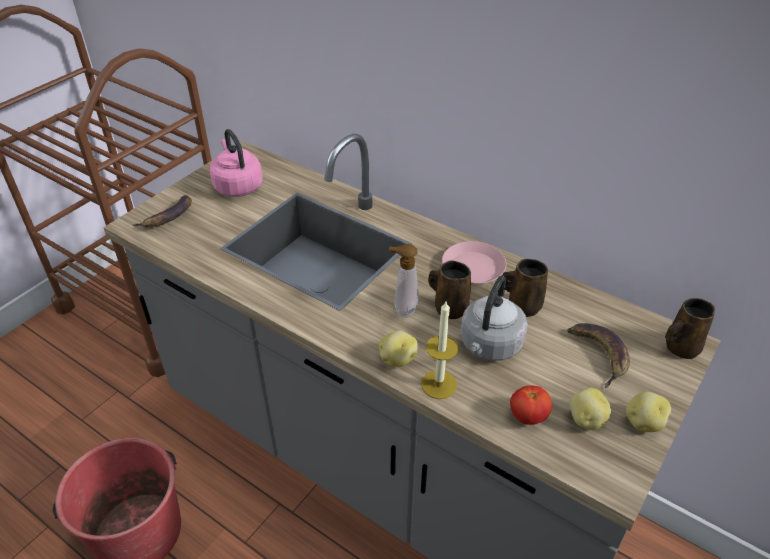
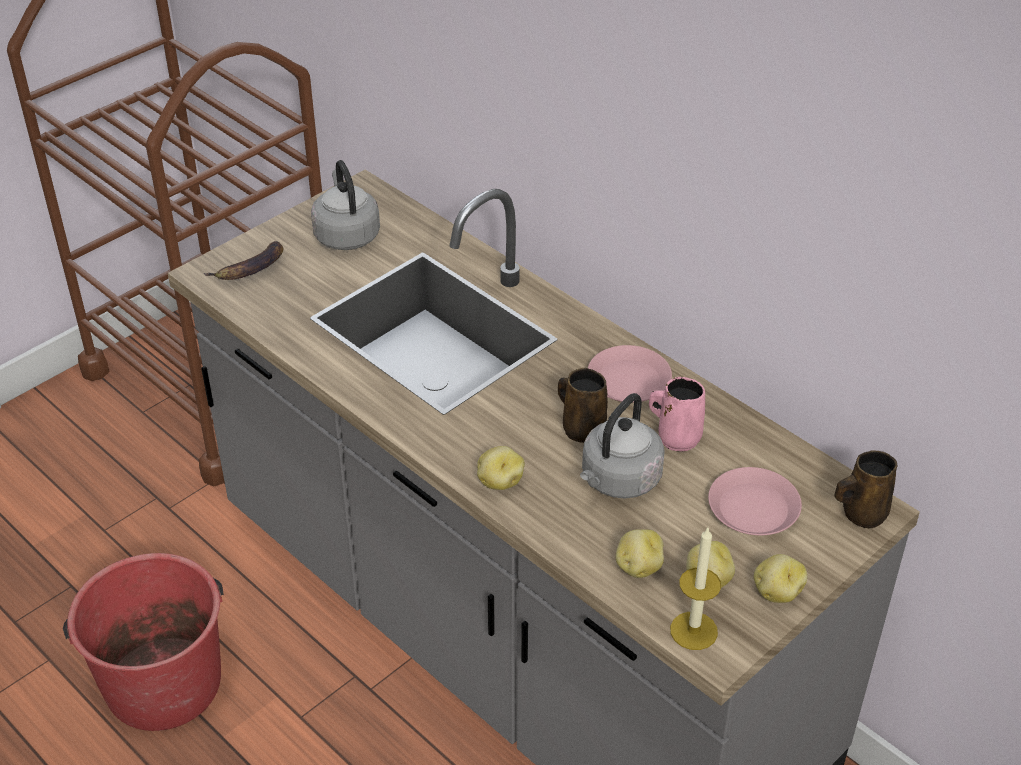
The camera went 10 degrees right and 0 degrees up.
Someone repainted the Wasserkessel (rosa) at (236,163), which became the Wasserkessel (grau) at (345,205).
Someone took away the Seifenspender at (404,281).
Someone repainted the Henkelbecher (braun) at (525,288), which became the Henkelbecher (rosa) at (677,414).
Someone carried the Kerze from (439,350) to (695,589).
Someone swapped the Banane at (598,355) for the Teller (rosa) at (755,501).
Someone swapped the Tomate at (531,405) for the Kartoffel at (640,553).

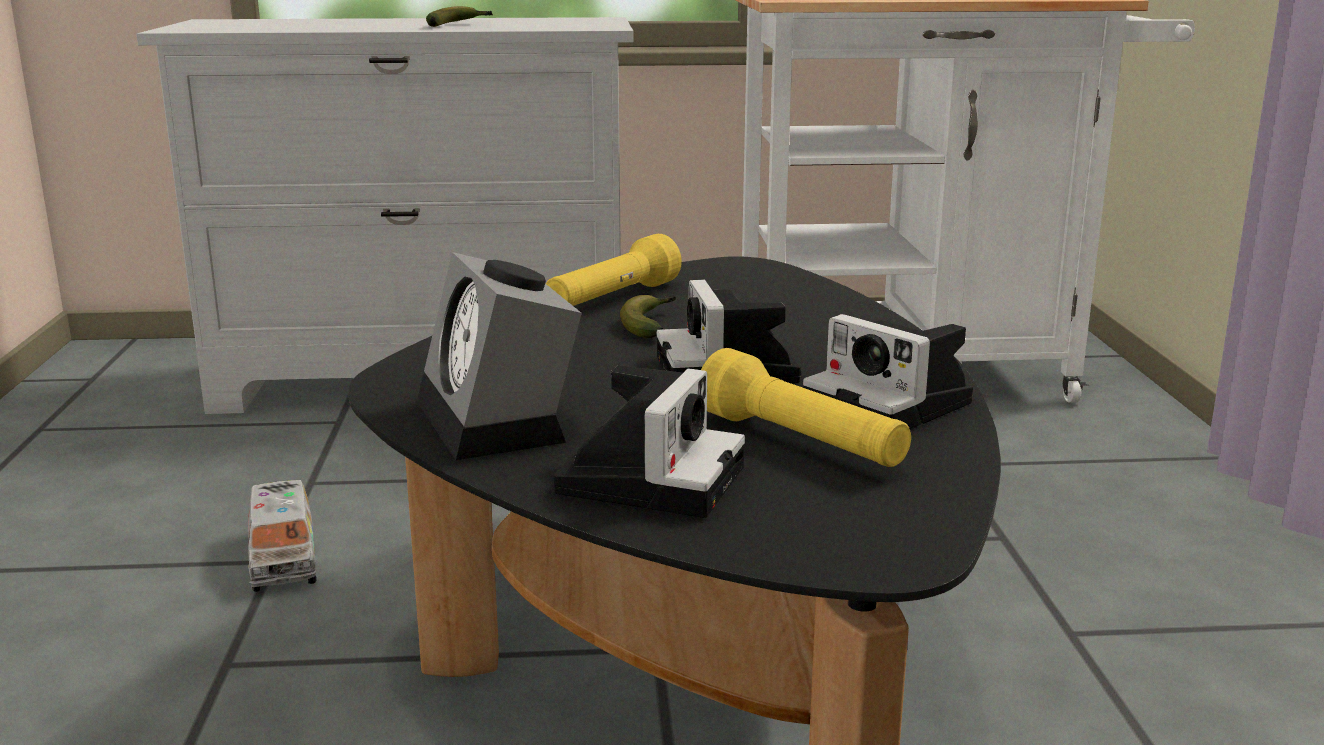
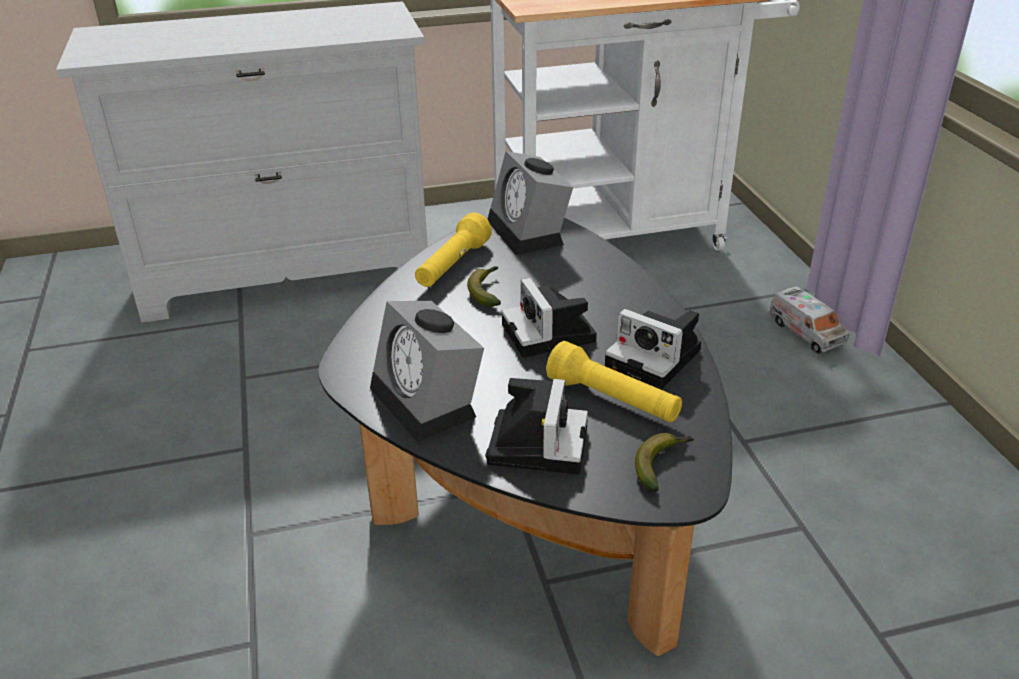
The camera went 10 degrees left and 15 degrees up.
Someone carried the Banane from (459,16) to (664,462).
Someone carried the Spielzeuglaster from (282,536) to (809,320).
Someone put down the Wecker at (530,203).

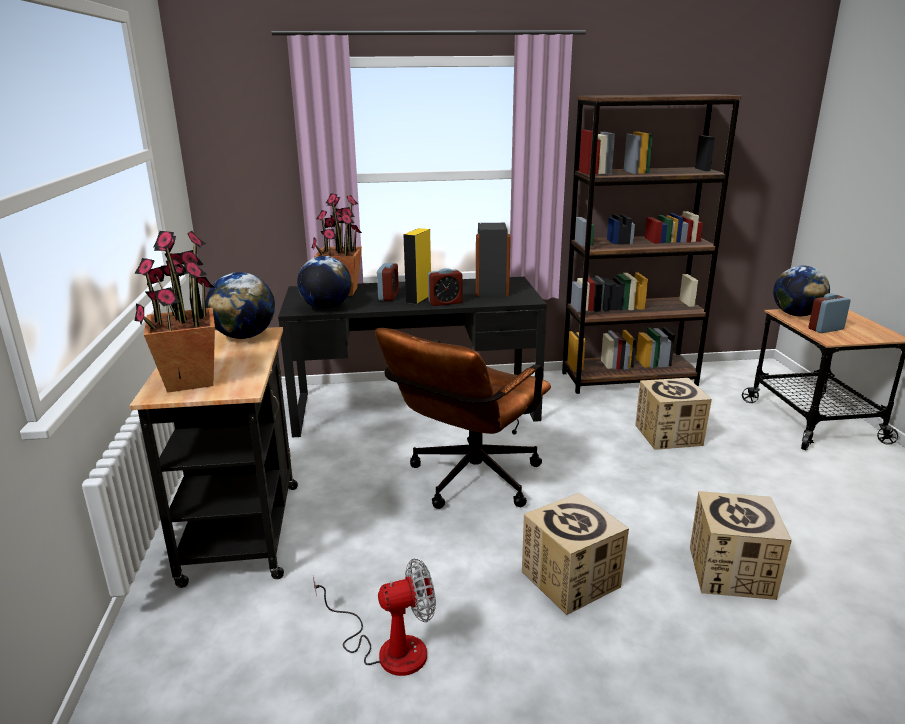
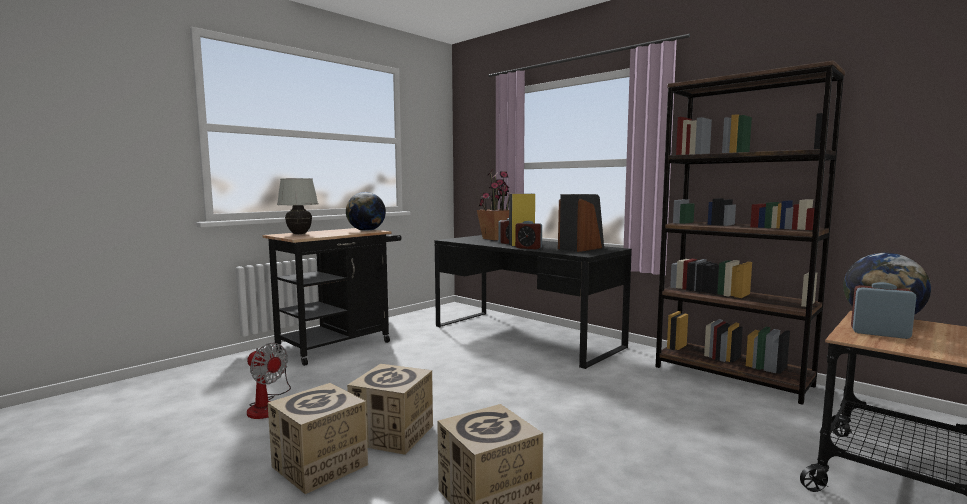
The camera went 50 degrees right and 15 degrees down.
Someone swapped the Topfpflanze at (174,312) for the Tischlampe (weiß) at (297,206).
Someone took away the Globus at (324,282).
Someone took away the Bürostuhl (braun) at (463,418).
Someone carried the Karton from (673,414) to (318,438).

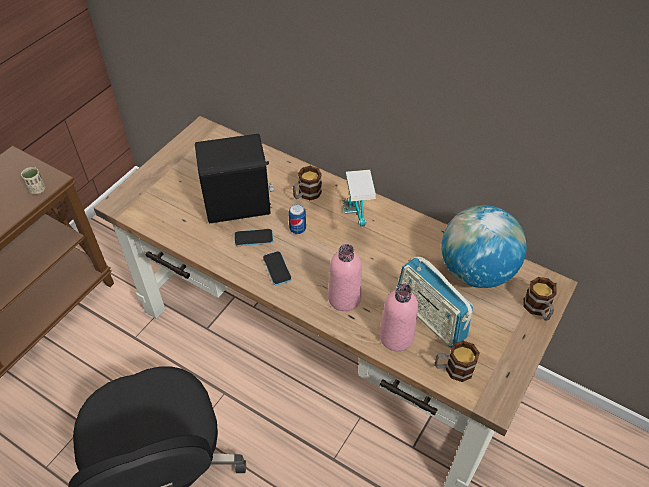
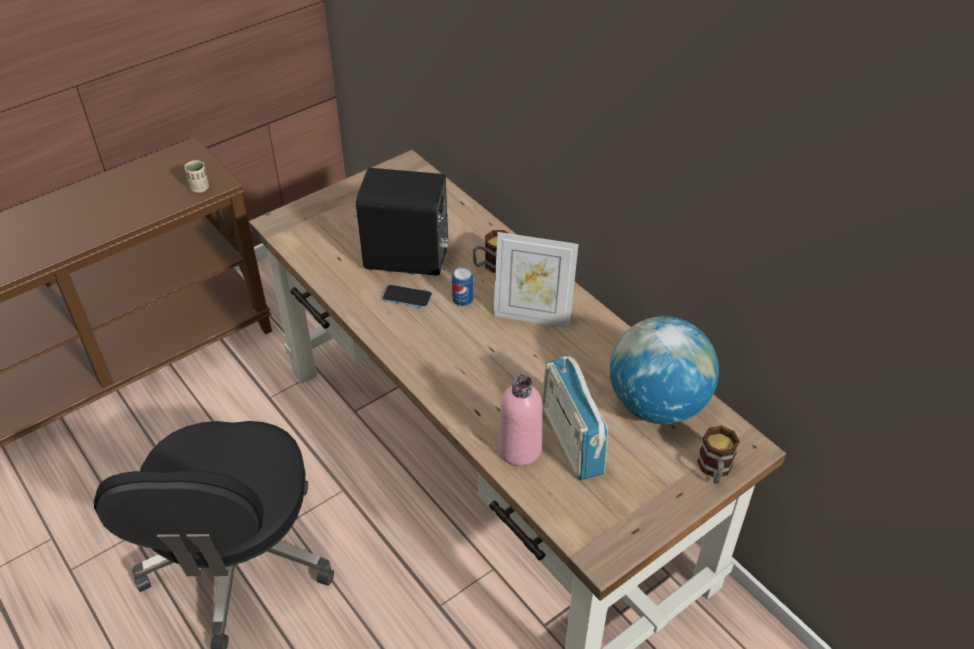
The camera went 20 degrees right and 5 degrees down.
Someone swapped the Tischlampe at (359,198) for the Bilderrahmen at (536,280).
Someone took away the Flasche (rosa) at (345,277).
Someone took away the Handy at (277,268).
Someone took away the Henkelbecher at (457,361).

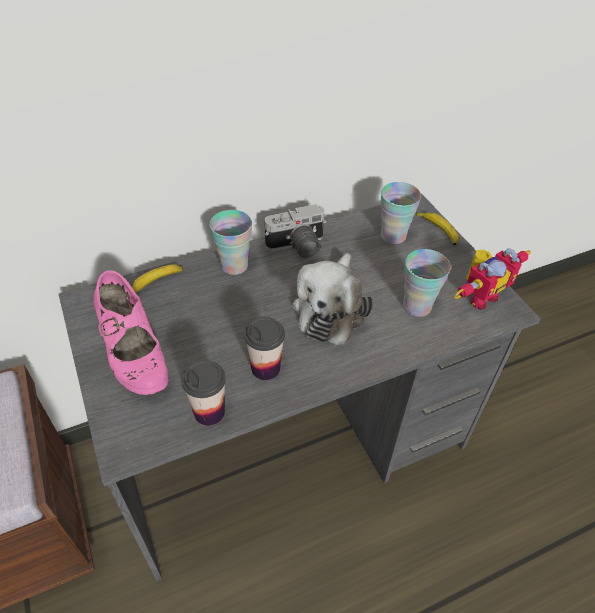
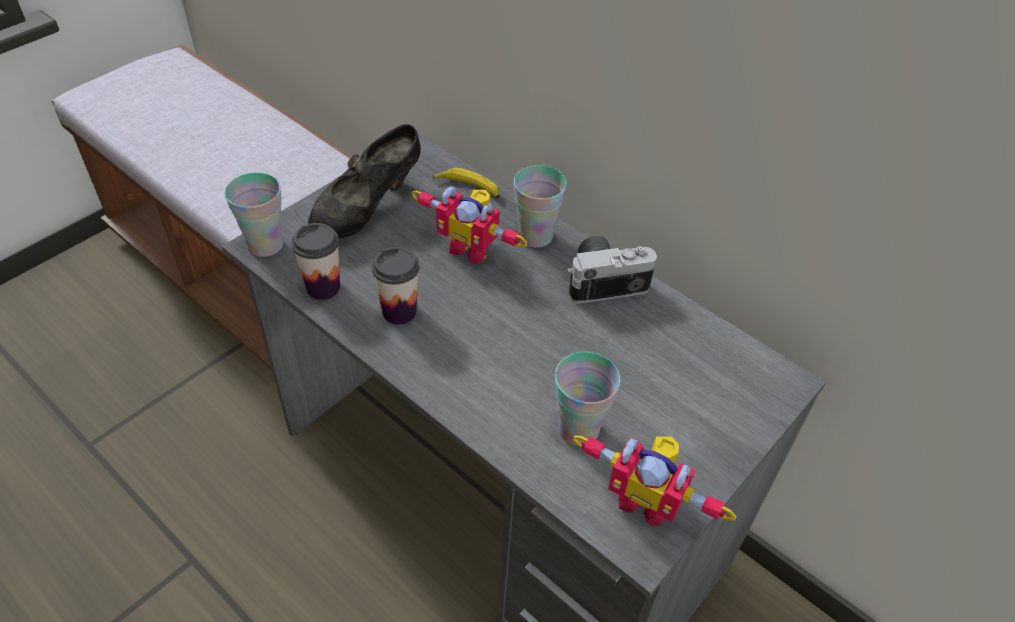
The camera went 65 degrees right and 0 degrees up.
Someone carried the Tasse from (401,213) to (254,214).
Someone rotated the Kamera at (296,231) by 120 degrees clockwise.
Someone took away the Banane at (437,229).
Someone took away the Plüschtier at (333,299).
Someone repainted the Schuh (rosa) at (131,332), which became the Schuh (schwarz) at (364,181).
Someone put down the Spielzeugroboter at (469,225).

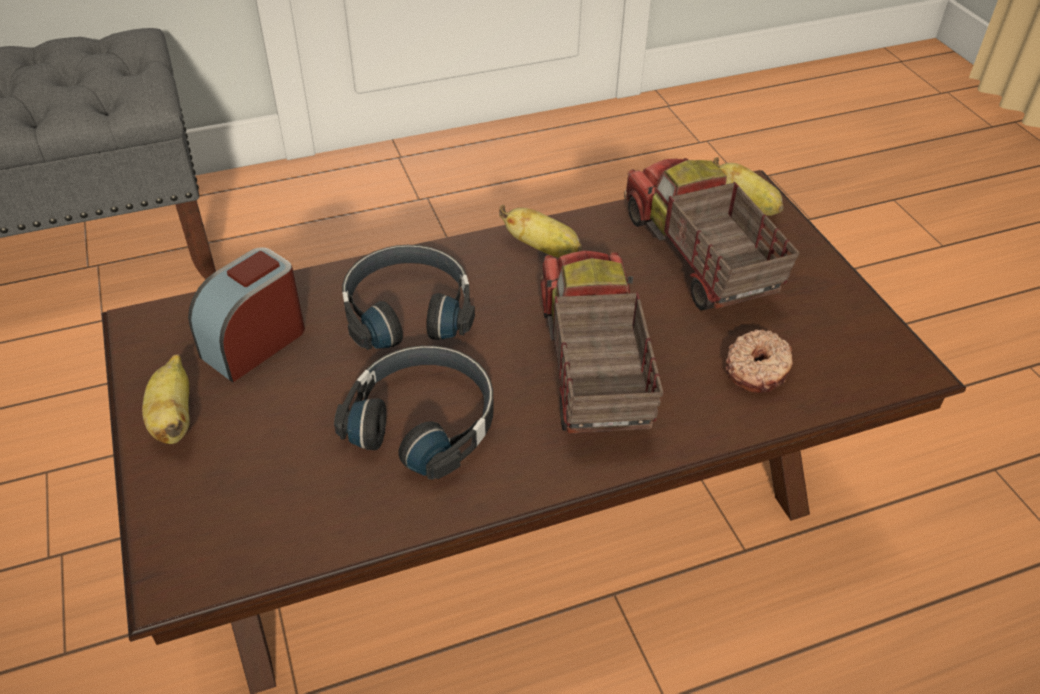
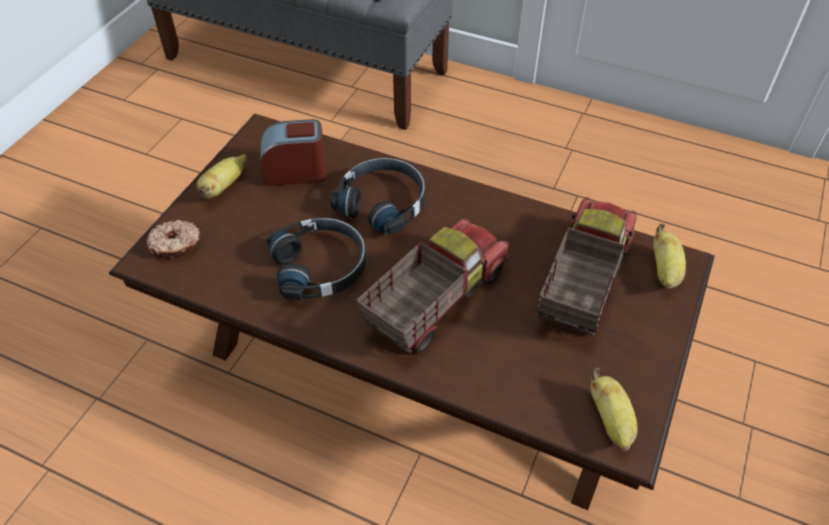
The camera went 45 degrees right and 5 degrees up.
Someone carried the Banane from (540,231) to (614,409).
Someone carried the Donut from (759,361) to (173,239).

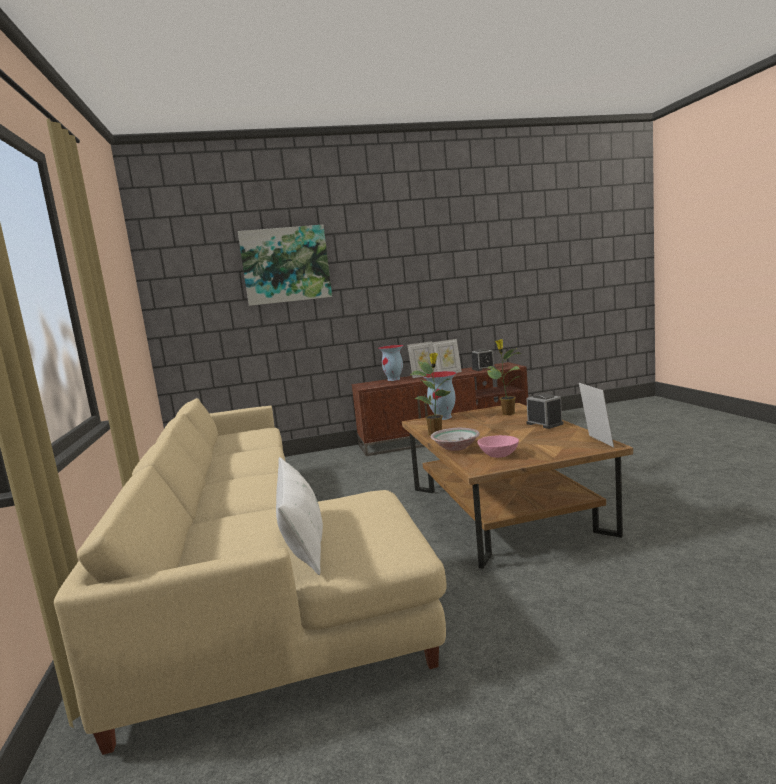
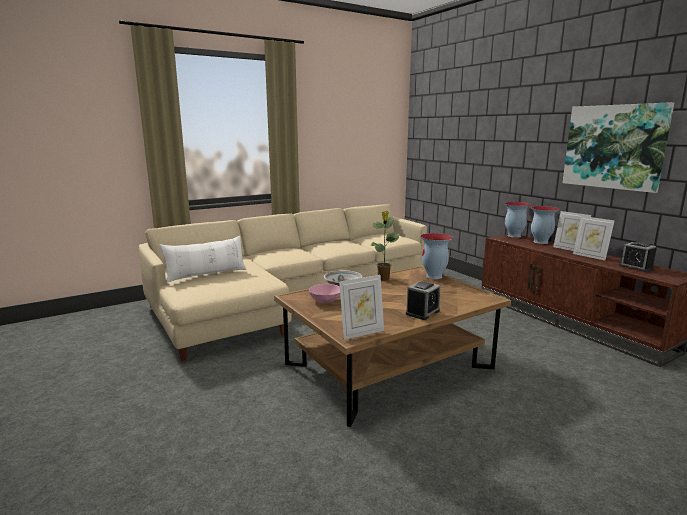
The camera went 70 degrees right and 5 degrees up.
Someone carried the Bild from (285,265) to (618,147).
Someone took away the Topfpflanze at (504,377).
Someone put down the Vase at (517,220).

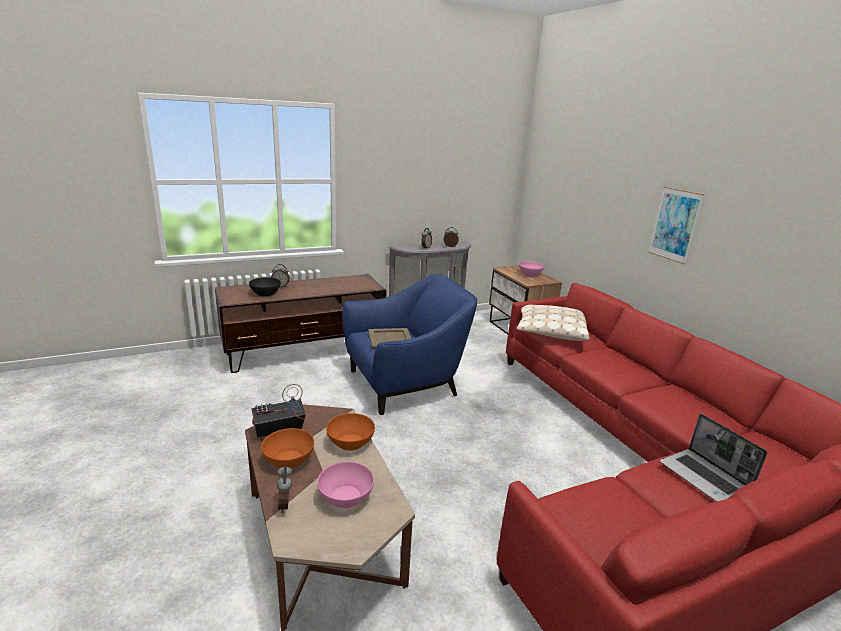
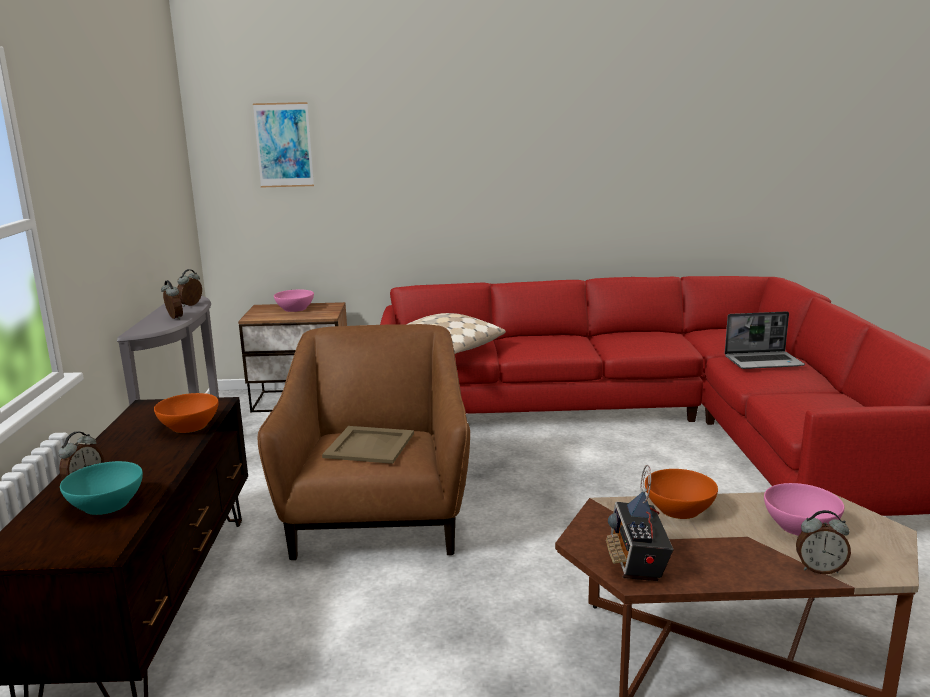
The camera went 65 degrees left and 5 degrees down.
Someone carried the Bild from (676,225) to (283,144).
Someone repainted the Sessel (blau) at (409,344), which became the Sessel (braun) at (364,442).
Someone repainted the Schüssel (schwarz) at (265,286), which became the Schüssel (türkis) at (101,488).
Someone carried the Schüssel (orange) from (287,448) to (186,413).

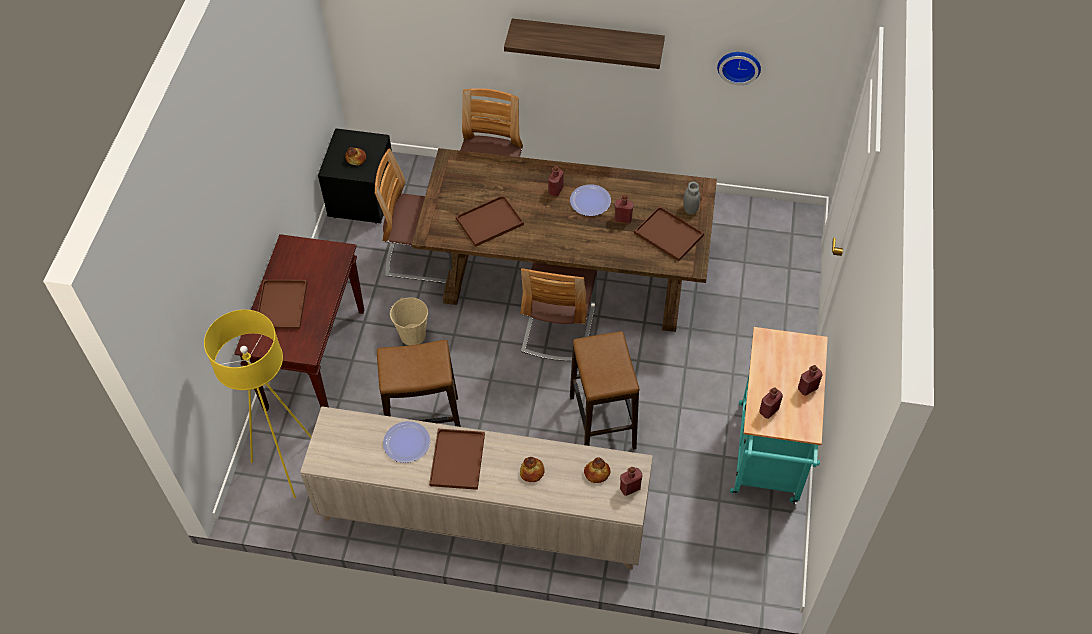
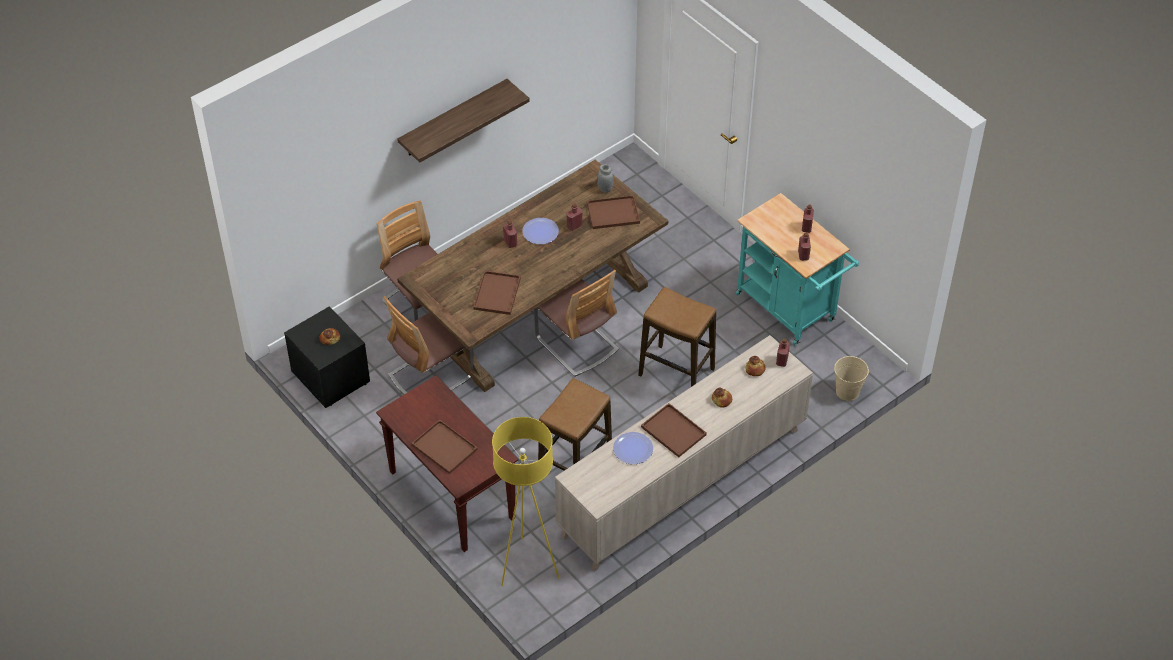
The camera went 50 degrees left and 5 degrees down.
Someone took away the Wanduhr at (739,68).
Someone carried the Eimer (beige) from (409,321) to (851,378).

